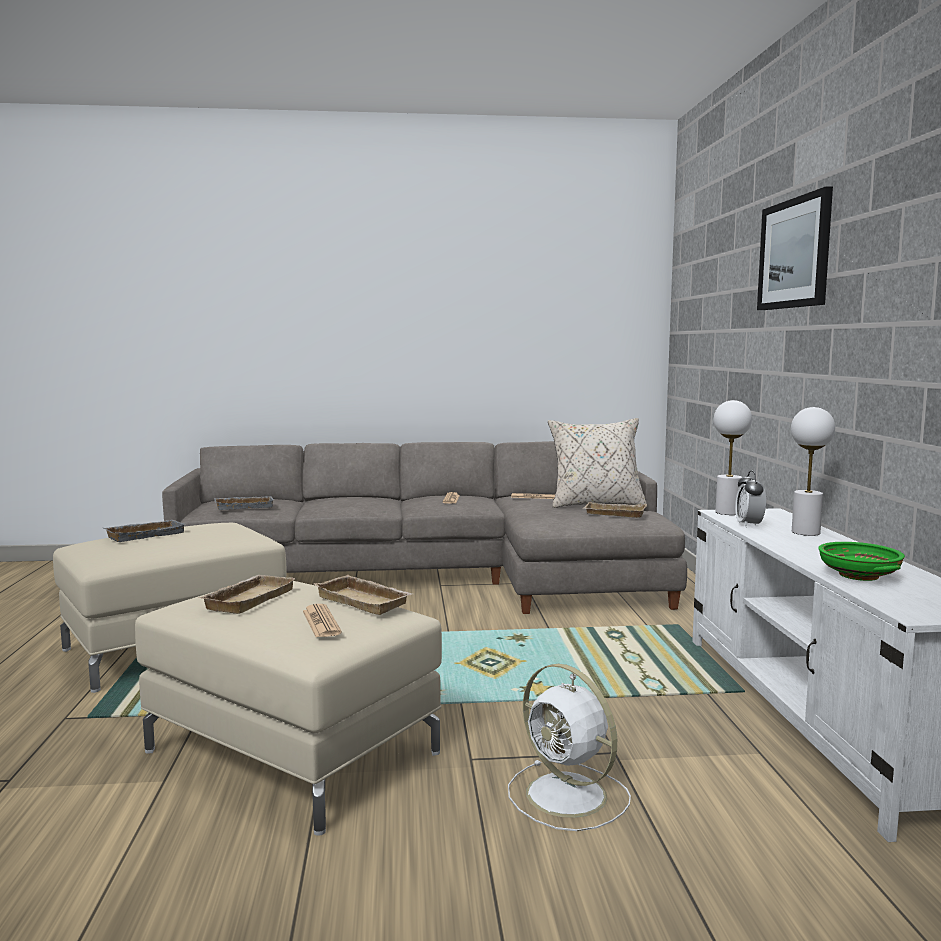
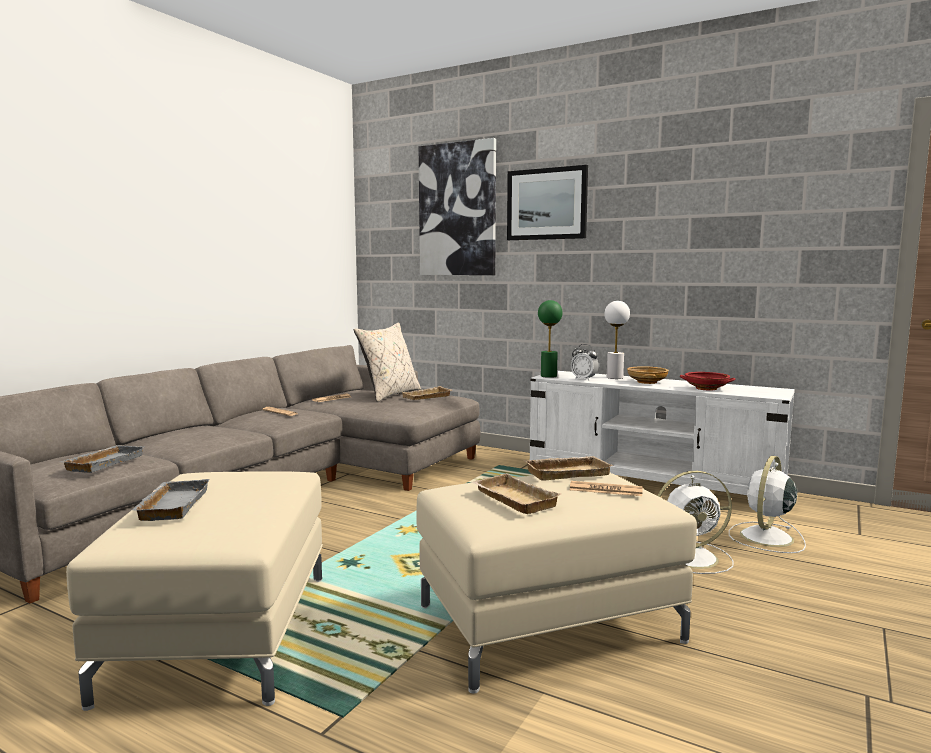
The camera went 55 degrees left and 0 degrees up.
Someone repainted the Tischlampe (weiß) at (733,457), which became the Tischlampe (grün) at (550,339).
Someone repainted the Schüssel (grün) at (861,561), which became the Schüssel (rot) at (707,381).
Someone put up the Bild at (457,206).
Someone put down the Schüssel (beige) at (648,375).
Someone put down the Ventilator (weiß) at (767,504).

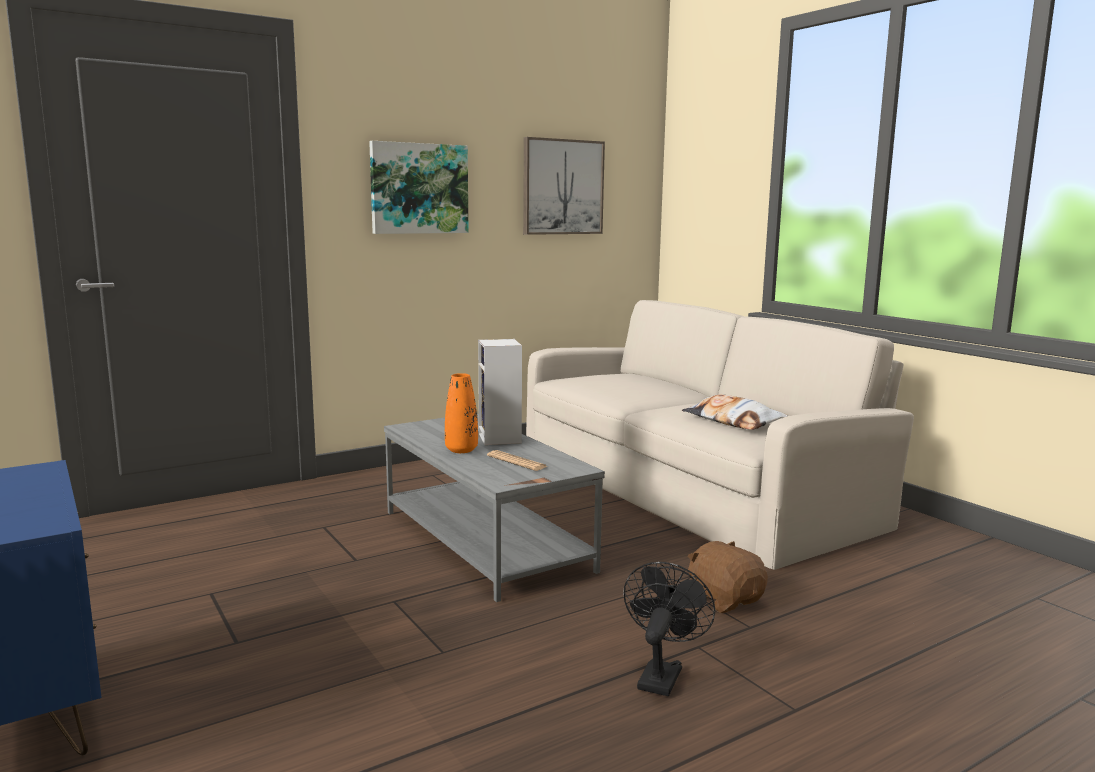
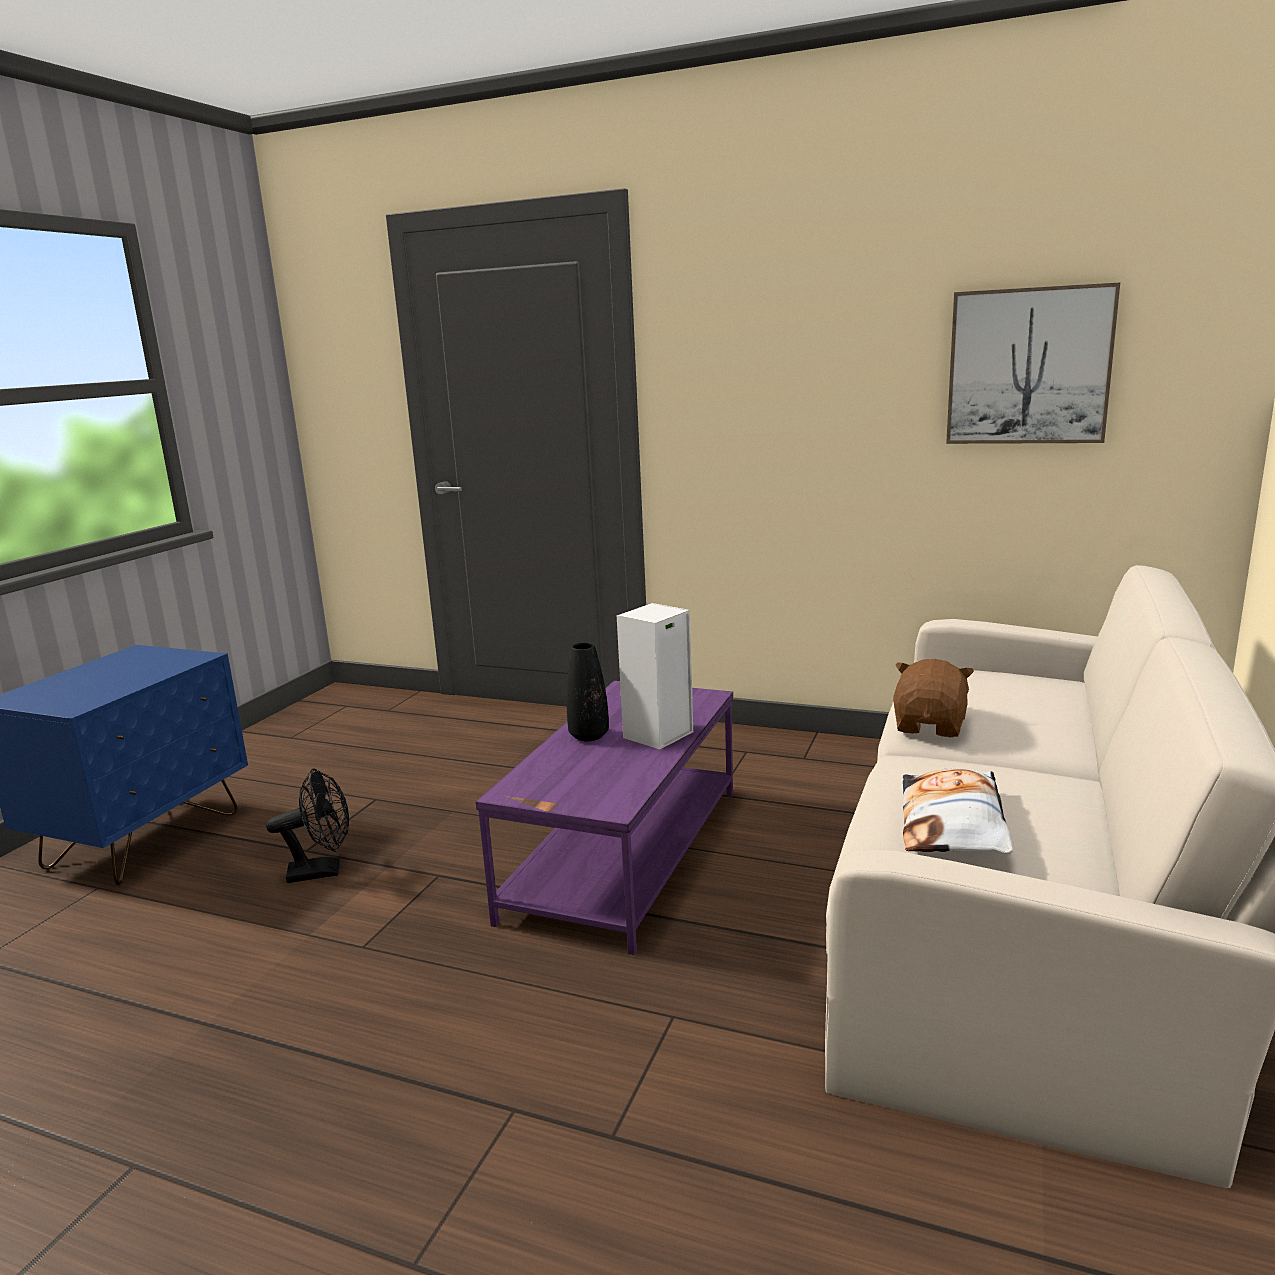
The camera went 55 degrees right and 5 degrees up.
Someone took away the Bild at (418,187).
Someone repainted the Vase (orange) at (461,413), which became the Vase (schwarz) at (588,691).
Someone repainted the Couchtisch (grau) at (494,507), which became the Couchtisch (lila) at (604,818).
Someone took away the Zeitung at (517,460).
Someone carried the Plüschtier (braun) from (728,577) to (933,698).
Someone carried the Ventilator (schwarz) from (669,629) to (307,825).

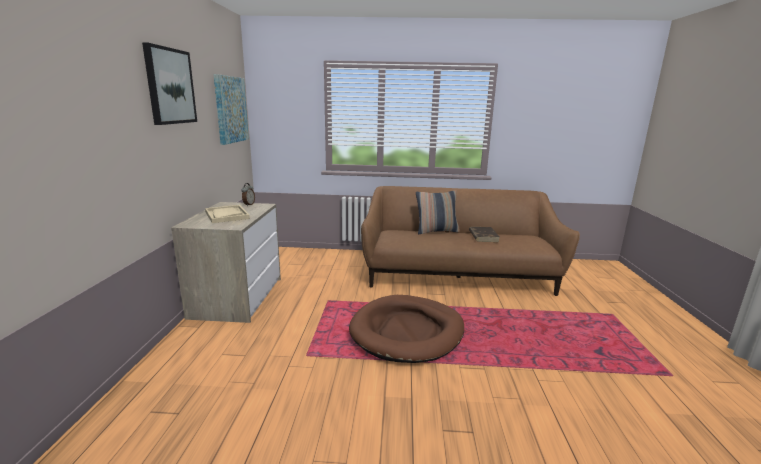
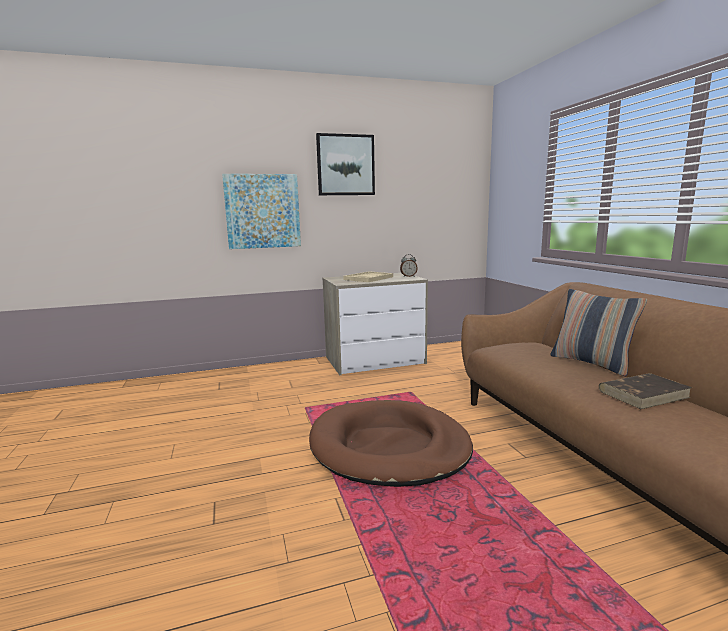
The camera went 70 degrees right and 5 degrees down.
Someone carried the Bild from (231,109) to (261,211).

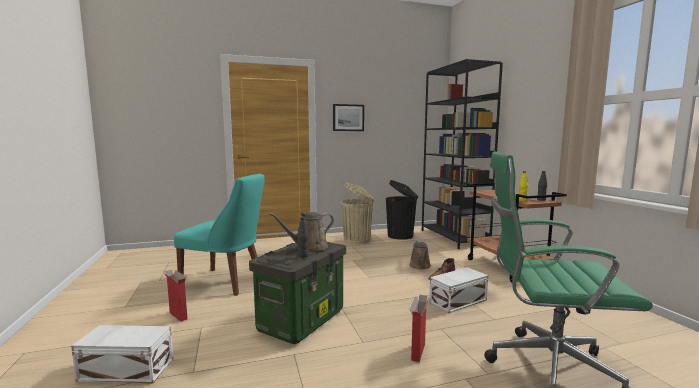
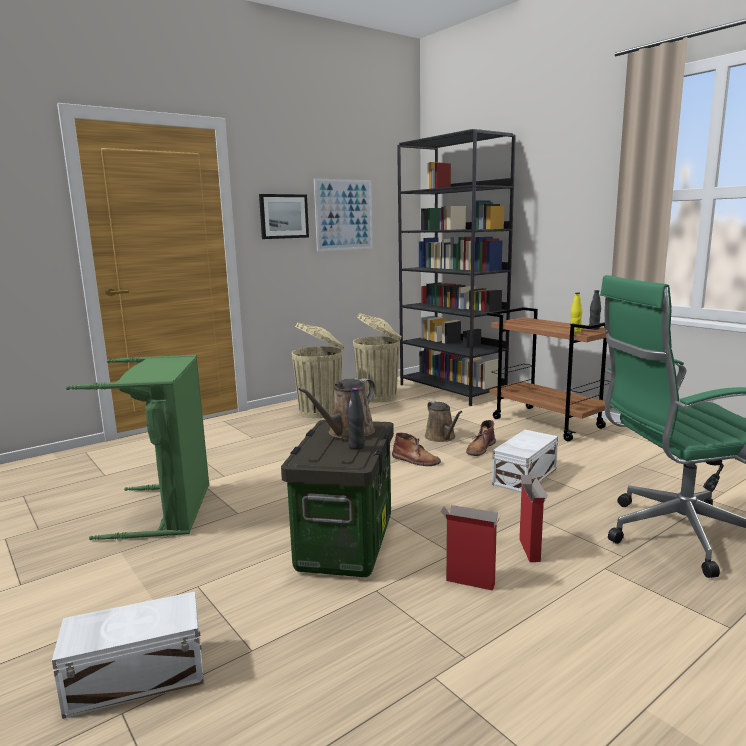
The camera went 20 degrees left and 5 degrees up.
Someone swapped the Stuhl (türkis) at (219,235) for the Wäschekorb (grün) at (137,447).
Someone repainted the Mülleimer (schwarz) at (402,210), which became the Mülleimer (beige) at (377,357).
Someone carried the Karton from (176,296) to (471,548).
Someone put up the Bild at (343,214).
Someone put down the Stiefel (braun) at (416,449).

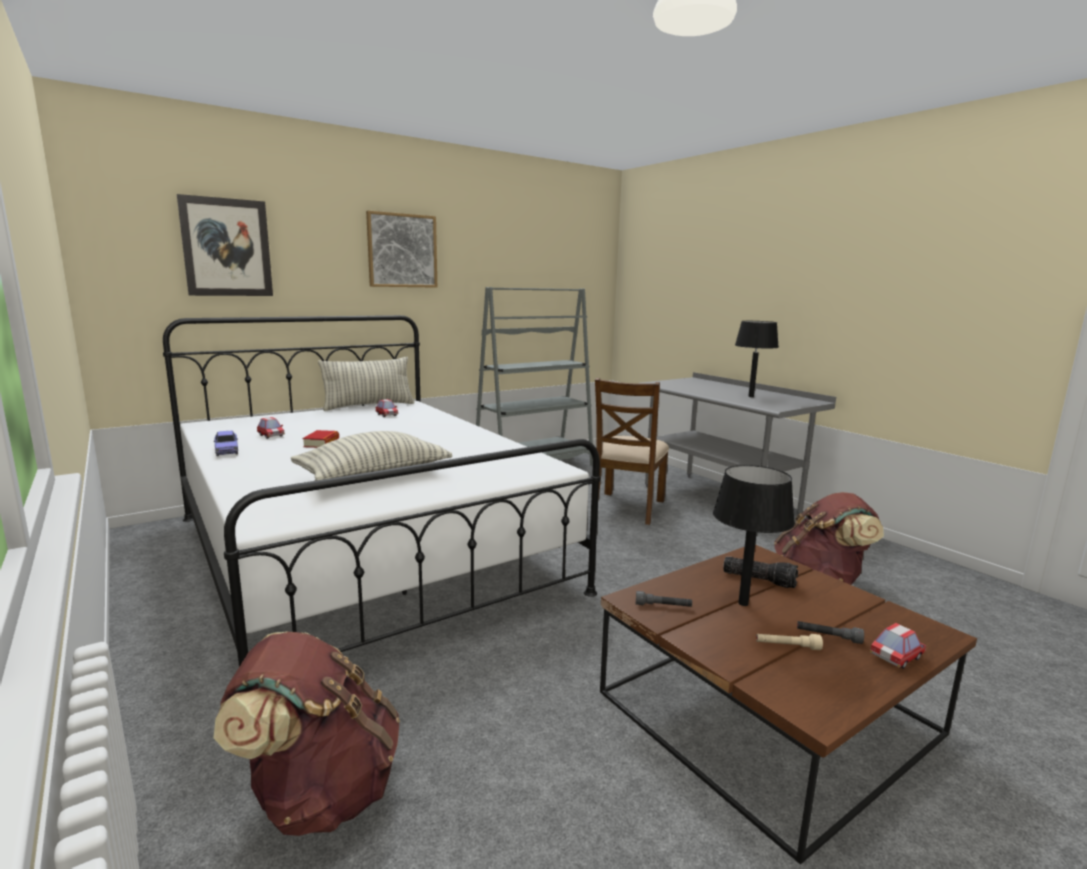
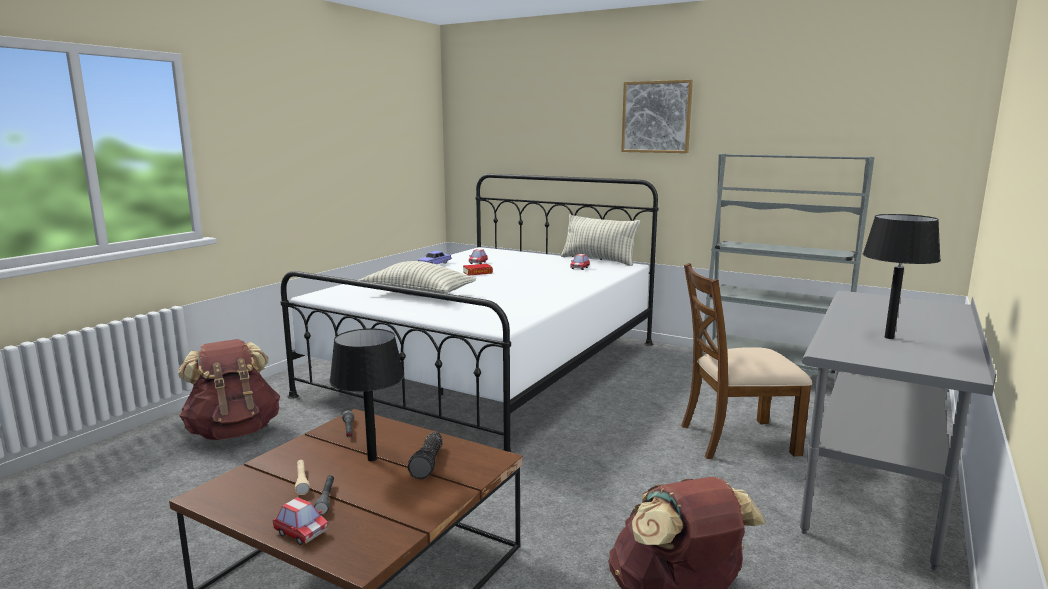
The camera went 65 degrees right and 0 degrees up.
Someone took away the Bild at (225,245).

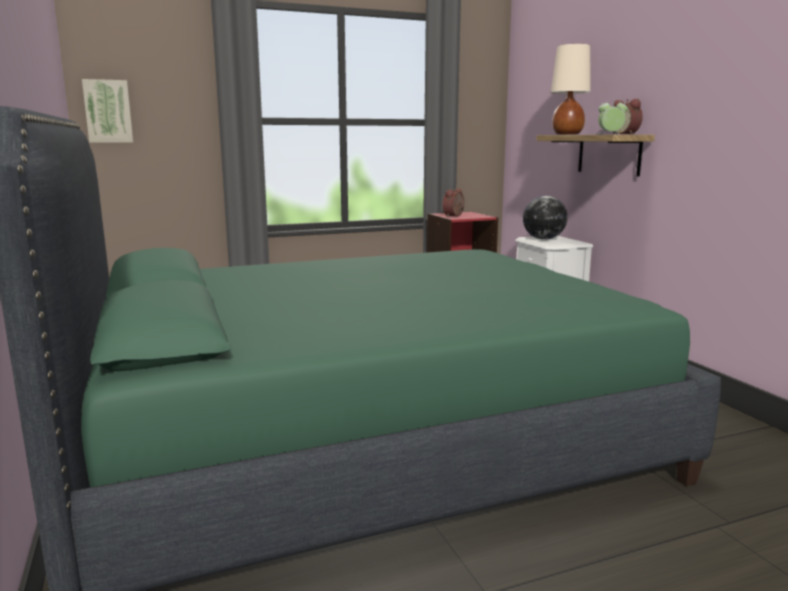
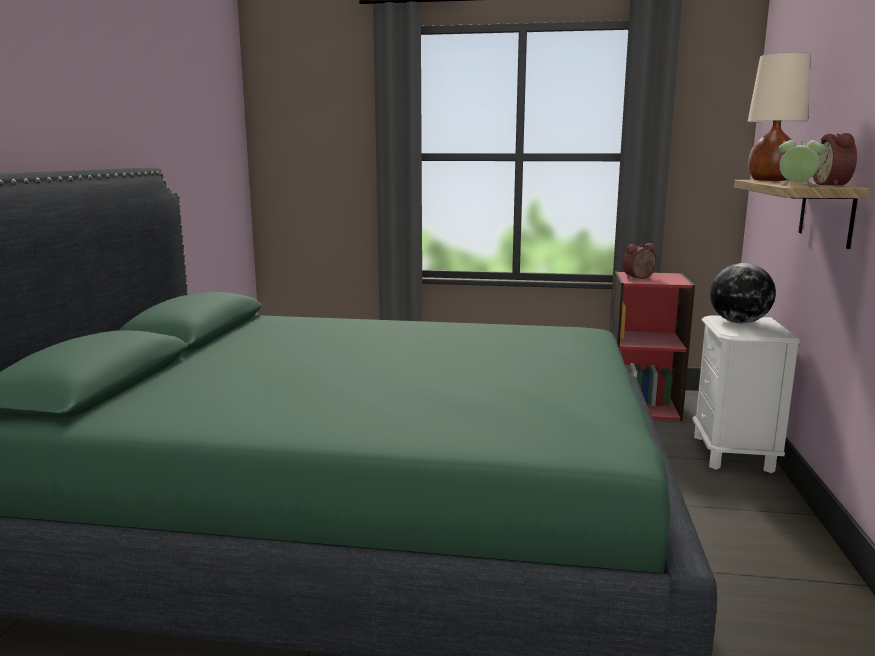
The camera went 30 degrees right and 0 degrees up.
Someone took away the Bild at (107,111).

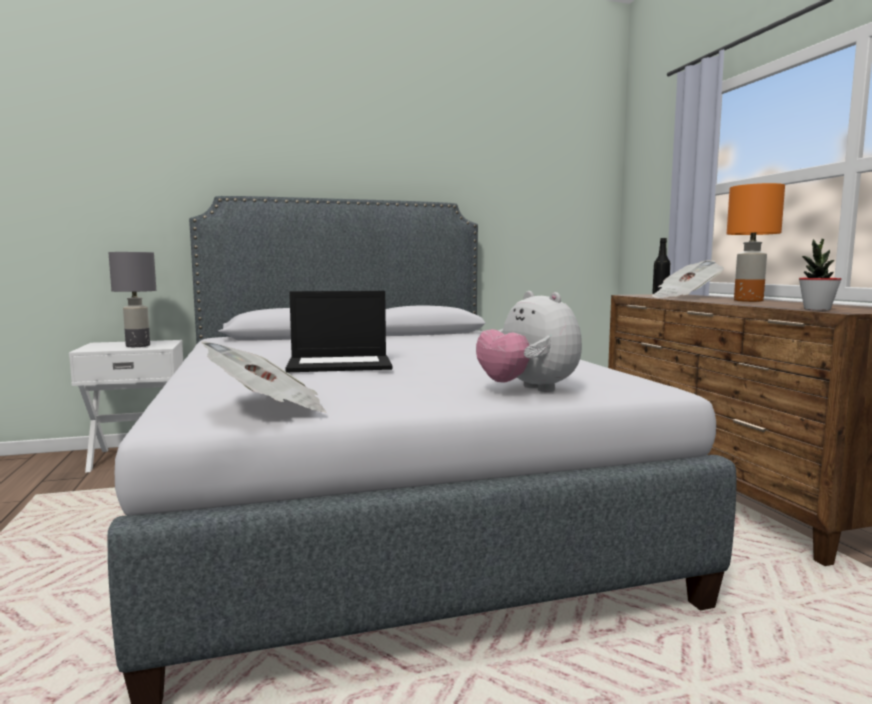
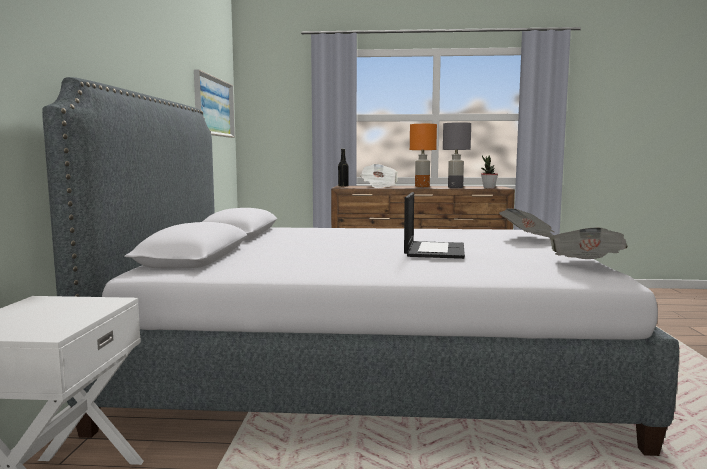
The camera went 70 degrees left and 0 degrees up.
Someone carried the Tischlampe (grau) from (132,299) to (457,155).
Someone swapped the Plüschtier at (529,341) for the Zeitung at (526,222).
Someone put up the Bild at (214,103).

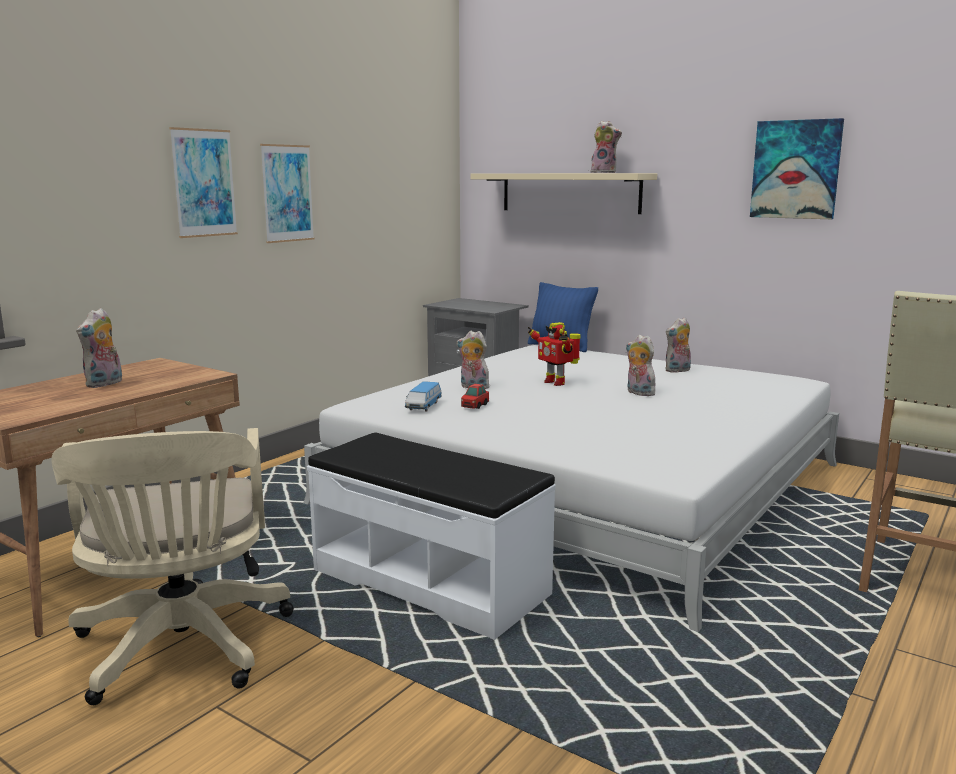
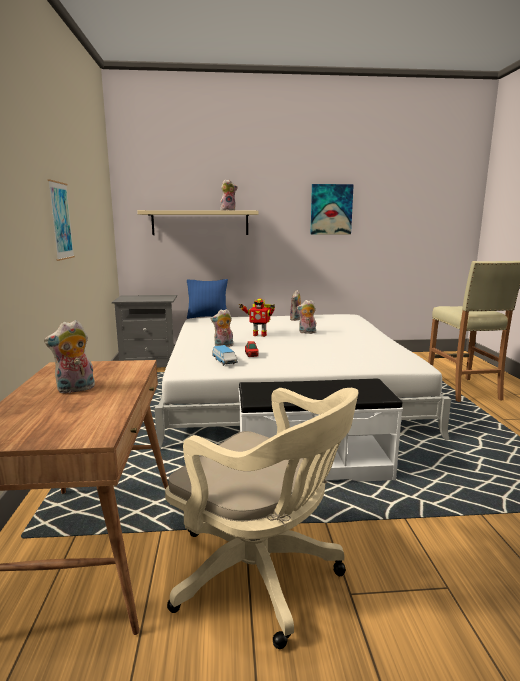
The camera went 40 degrees left and 0 degrees up.
Someone took away the Bild at (203,182).
Someone rotated the Plüschtier at (99,348) by 75 degrees clockwise.

